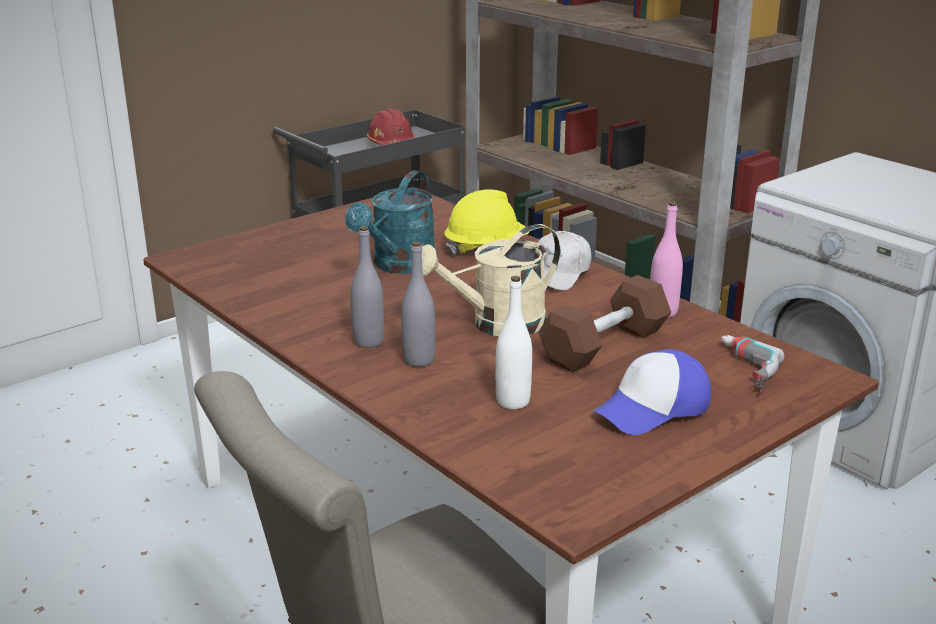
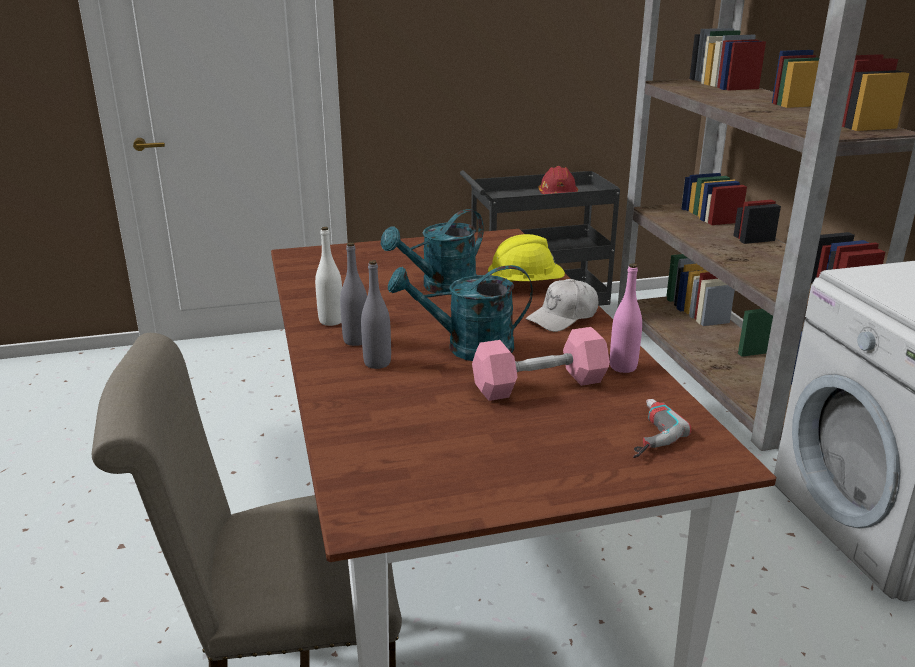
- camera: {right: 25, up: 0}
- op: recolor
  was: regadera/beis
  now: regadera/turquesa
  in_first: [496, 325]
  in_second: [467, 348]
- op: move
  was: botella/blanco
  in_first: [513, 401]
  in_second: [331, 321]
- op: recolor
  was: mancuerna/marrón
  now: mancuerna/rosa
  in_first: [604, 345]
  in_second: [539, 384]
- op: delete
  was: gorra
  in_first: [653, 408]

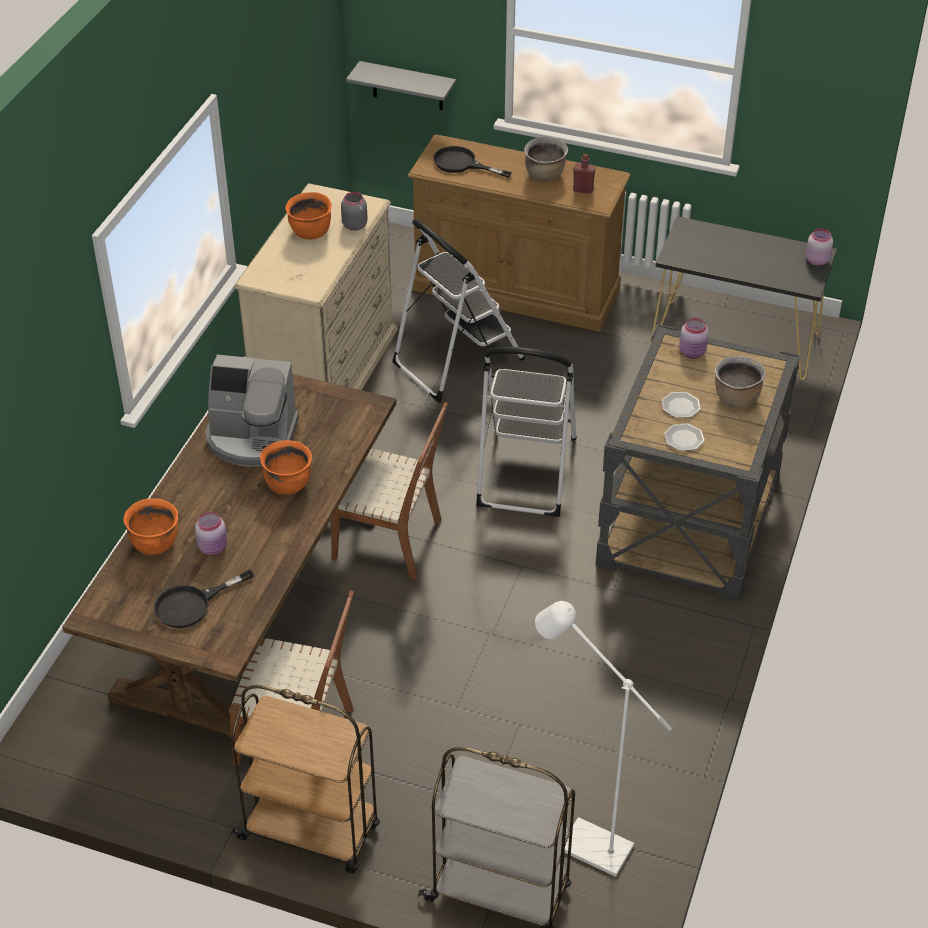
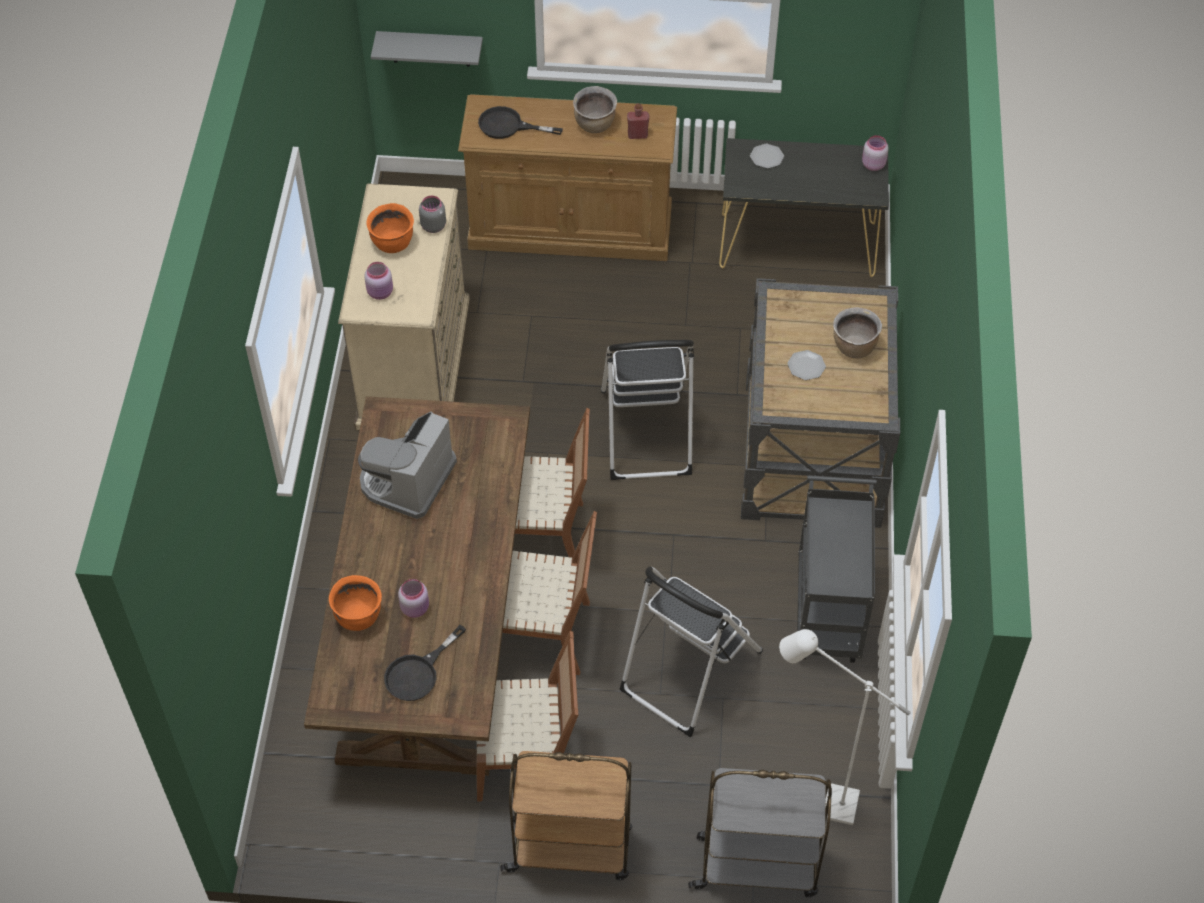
- camera: {right: -15, up: 10}
- op: rotate
  was: cafetera
  in_first: [252, 437]
  in_second: [407, 480]
  clockwise: 120
- op: delete
  was: olla/naranja
  in_first: [288, 484]
- op: move
  was: escalera de tijera
  in_first: [454, 361]
  in_second: [687, 672]
- op: move
  was: plato
  in_first: [684, 438]
  in_second: [767, 157]
- op: move
  was: tarro/rosa
  in_first: [693, 353]
  in_second: [381, 292]
- op: insert
  now: silla
  in_second: [546, 635]
- op: insert
  now: carrito/gris
  in_second: [827, 610]

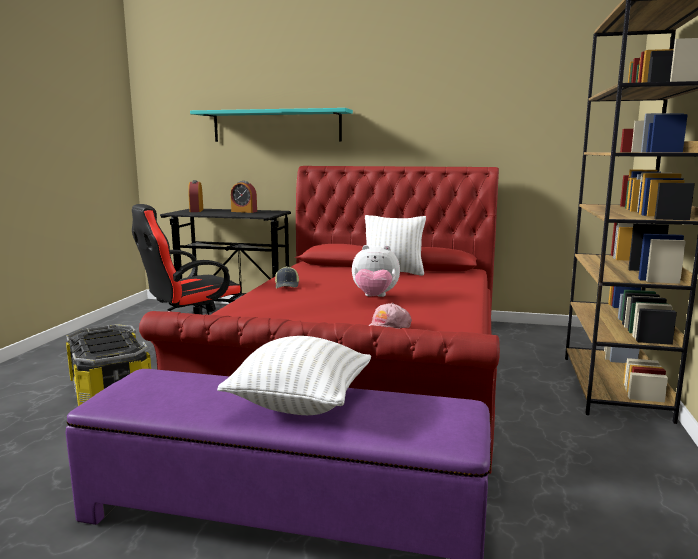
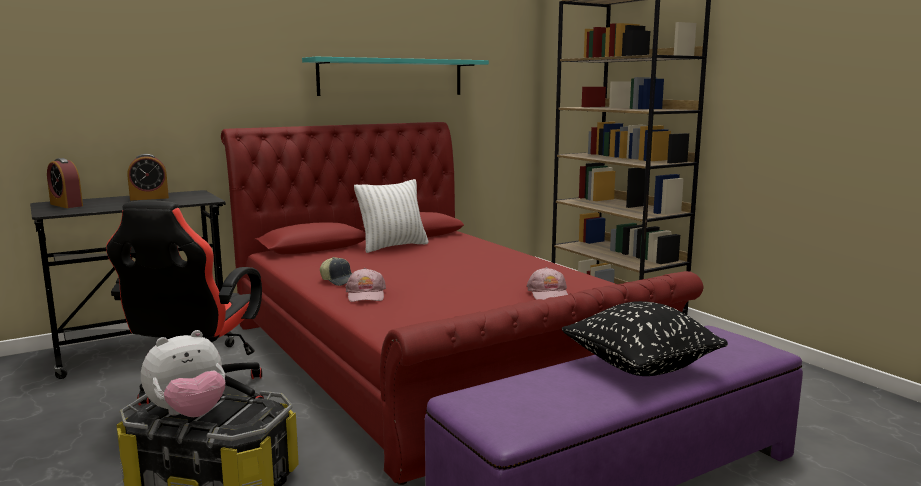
- camera: {right: -45, up: 0}
- op: move
  was: estante/turquesa
  in_first: [276, 126]
  in_second: [392, 77]
- op: recolor
  was: cojín/blanco
  now: cojín/negro
  in_first: [300, 403]
  in_second: [640, 367]
- op: move
  was: peluche
  in_first: [374, 297]
  in_second: [189, 414]
- op: insert
  now: gorra/rosa
  in_second: [366, 295]

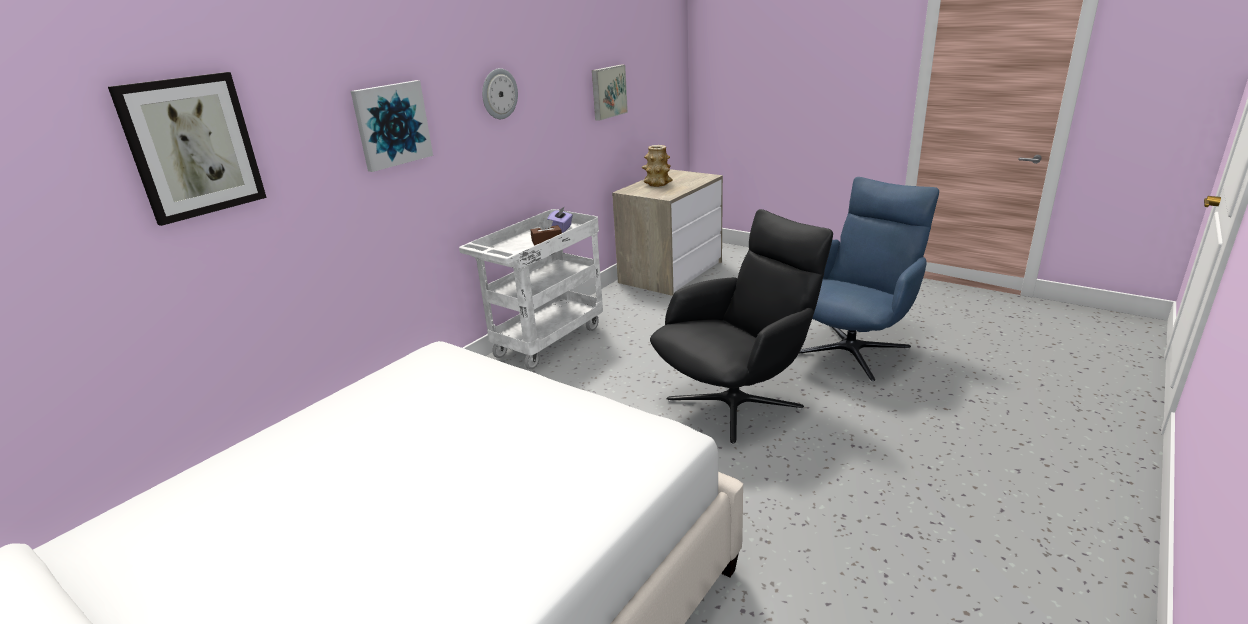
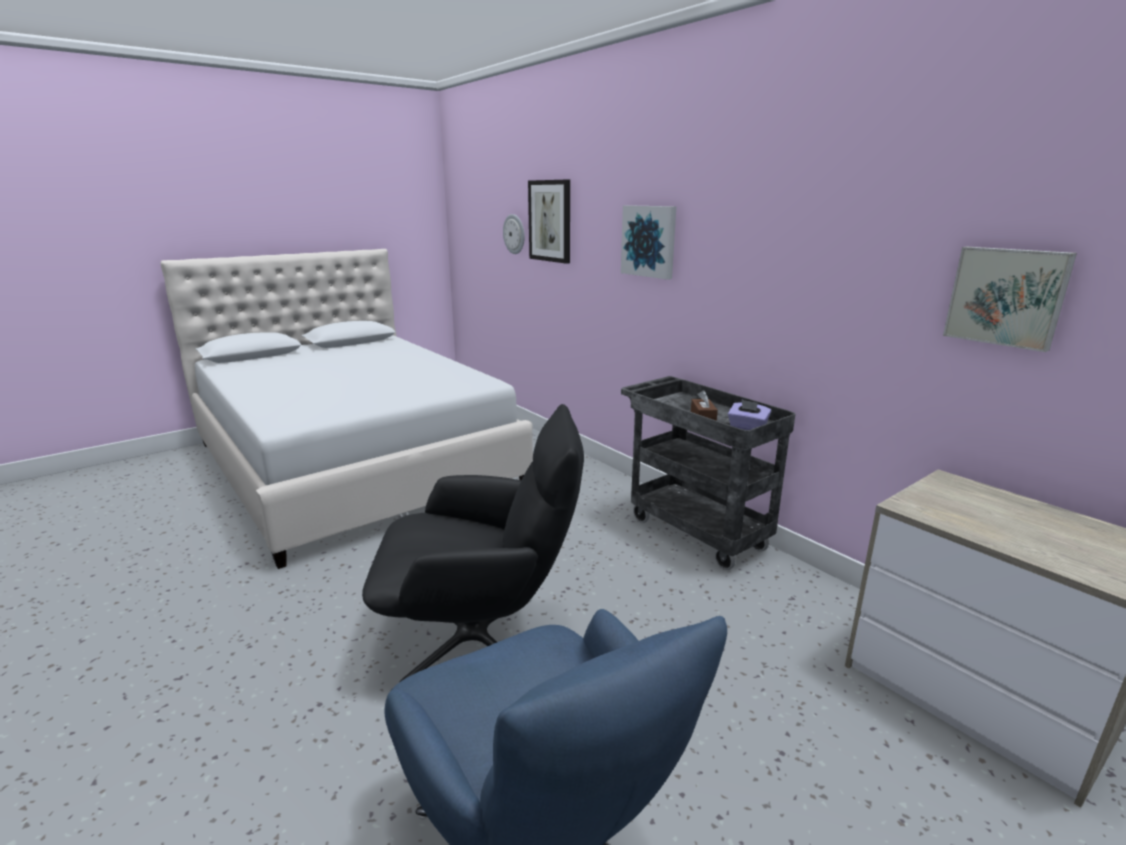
- camera: {right: 105, up: -5}
- op: recolor
  was: carrito/blanco
  now: carrito/negro
  in_first: [545, 344]
  in_second: [692, 533]
- op: move
  was: reloj de pared
  in_first: [499, 94]
  in_second: [514, 234]
- op: delete
  was: florero
  in_first: [657, 184]
- op: rotate
  was: sillón/negro
  in_first: [737, 403]
  in_second: [478, 638]
  clockwise: -75

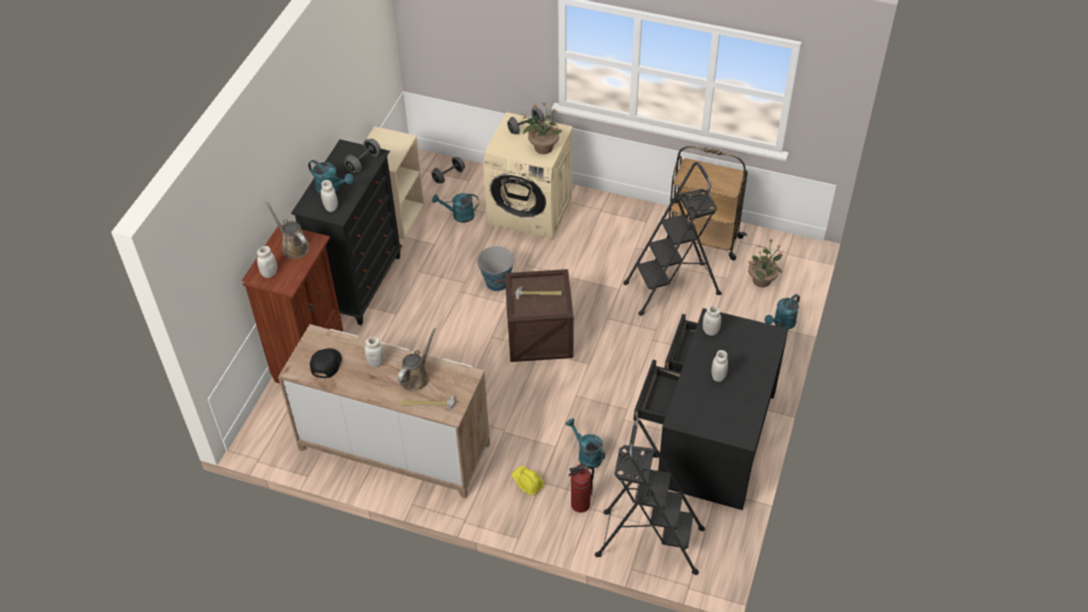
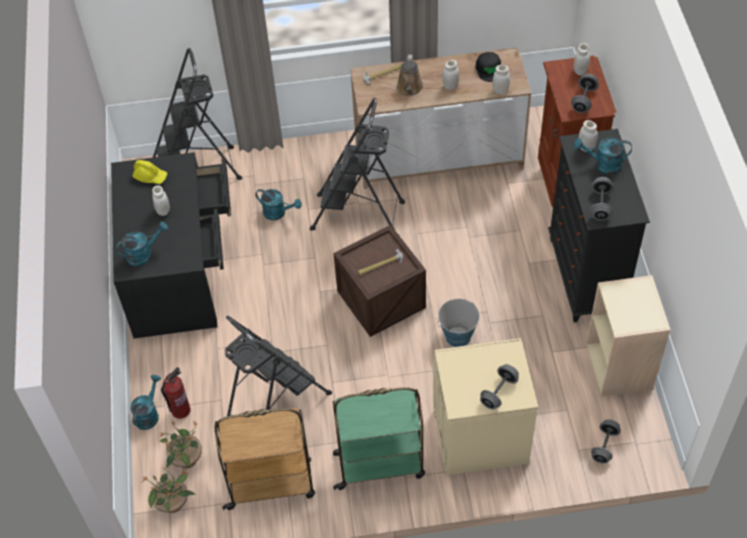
- camera: {right: 155, up: 5}
- op: replace
  was: regadera/marrón
  now: mancuerna/gris
  in_first: [293, 246]
  in_second: [583, 100]
- op: move
  was: regadera/turquesa
  in_first: [459, 215]
  in_second: [144, 254]
- op: move
  was: casco/amarillo
  in_first: [527, 482]
  in_second: [150, 176]
- op: move
  was: planta en maceta
  in_first: [543, 147]
  in_second: [173, 503]
- op: move
  was: extintor
  in_first: [580, 505]
  in_second: [180, 410]
- op: move
  was: tarro/blanco
  in_first: [710, 331]
  in_second: [500, 90]
- op: insert
  now: escalera de tijera
  in_second: [359, 215]
- op: insert
  now: carrito/verde
  in_second: [380, 466]

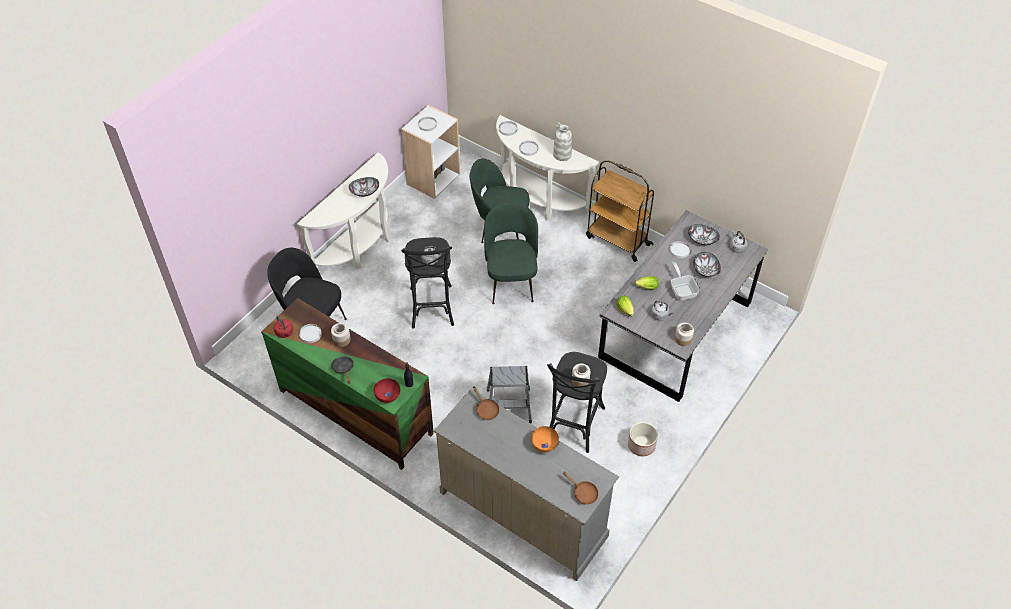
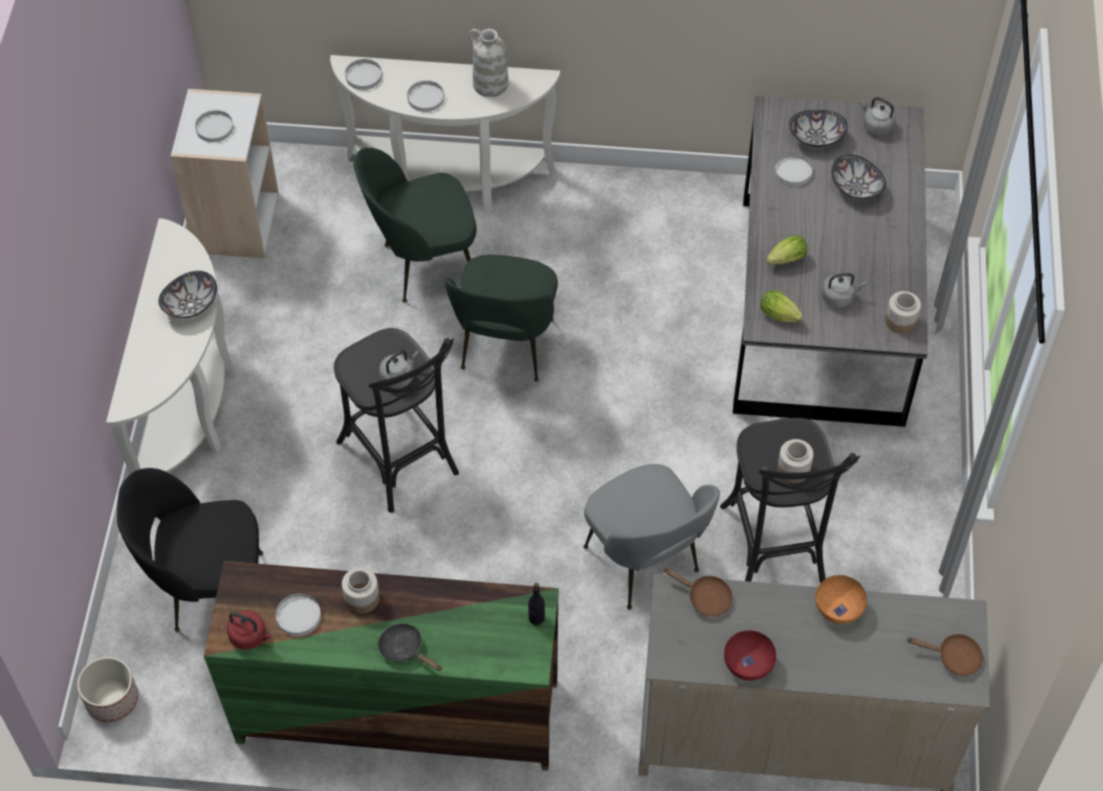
- camera: {right: -30, up: 5}
- op: move
  was: cuenco/rojo
  in_first: [387, 395]
  in_second: [747, 664]
- op: rotate
  was: silla/verde
  in_first: [511, 283]
  in_second: [505, 352]
  clockwise: -135
- op: replace
  was: escalera de tijera/gris
  now: silla/gris
  in_first: [508, 405]
  in_second: [646, 567]
- op: delete
  was: carrito/marrón
  in_first: [617, 240]
- op: move
  was: maceta
  in_first: [641, 445]
  in_second: [111, 699]
- op: delete
  was: sartén
  in_first: [682, 290]

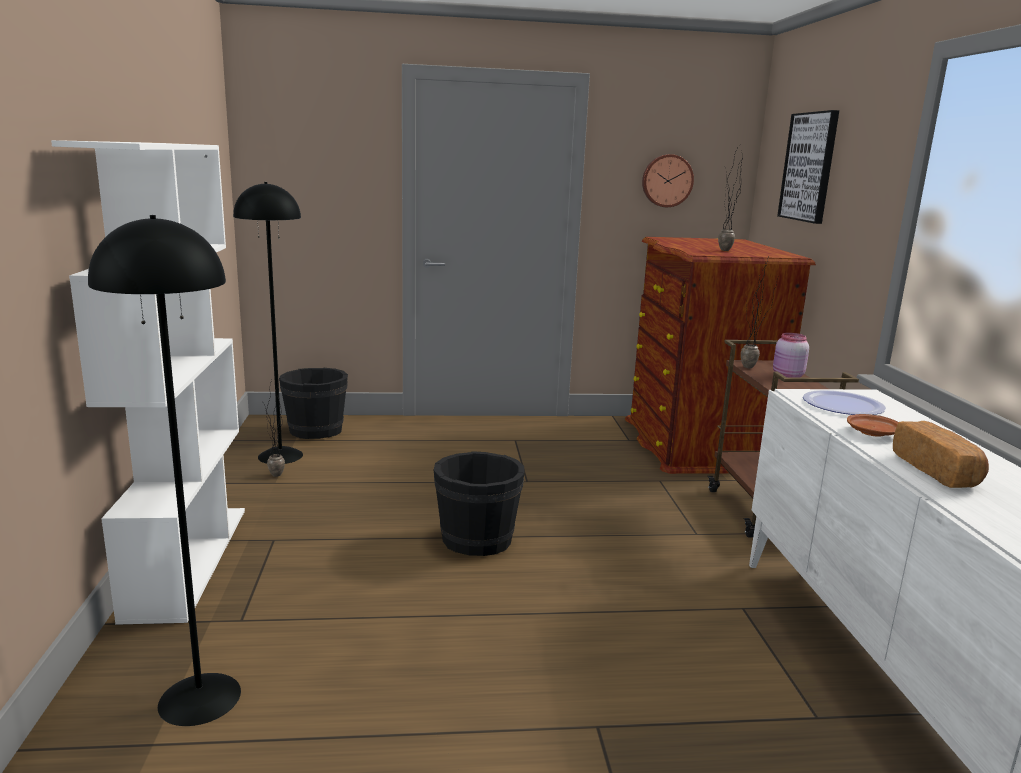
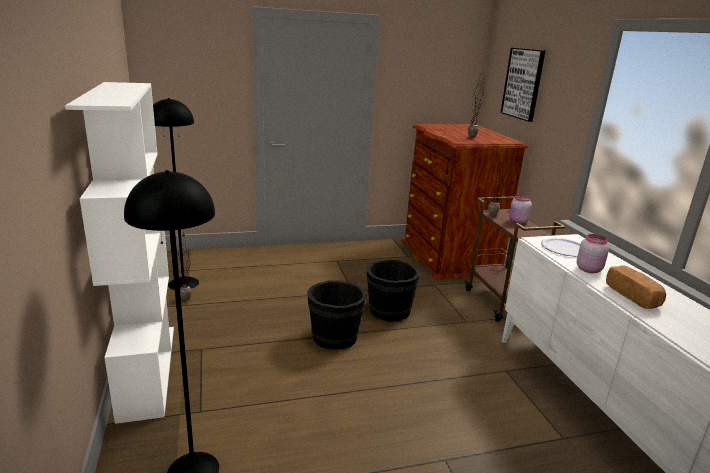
- camera: {right: -10, up: 5}
- op: move
  was: cubo/negro
  in_first: [316, 431]
  in_second: [389, 311]
- op: delete
  was: reloj de pared
  in_first: [667, 180]
- op: replace
  was: plato/marrón
  now: tarro/rosa
  in_first: [872, 433]
  in_second: [589, 269]

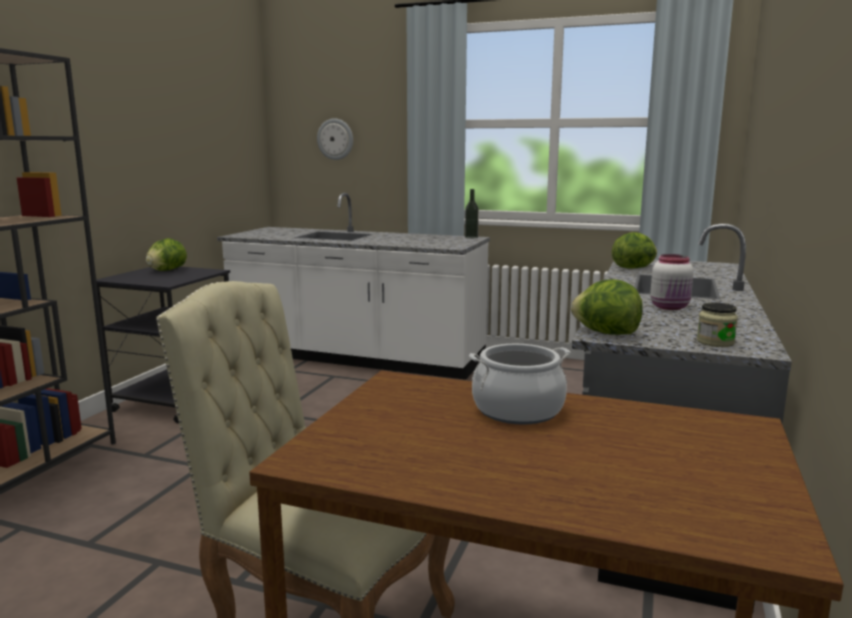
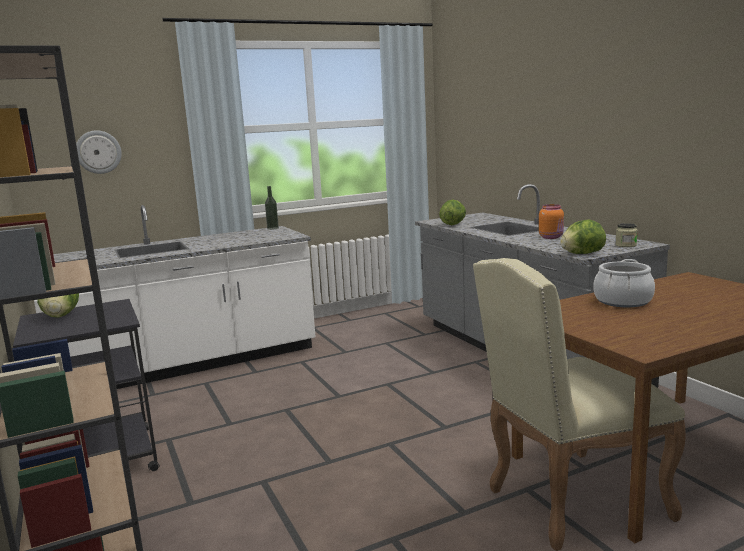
- camera: {right: -45, up: 0}
- op: recolor
  was: tarro/blanco
  now: tarro/naranja
  in_first: [670, 307]
  in_second: [551, 237]

